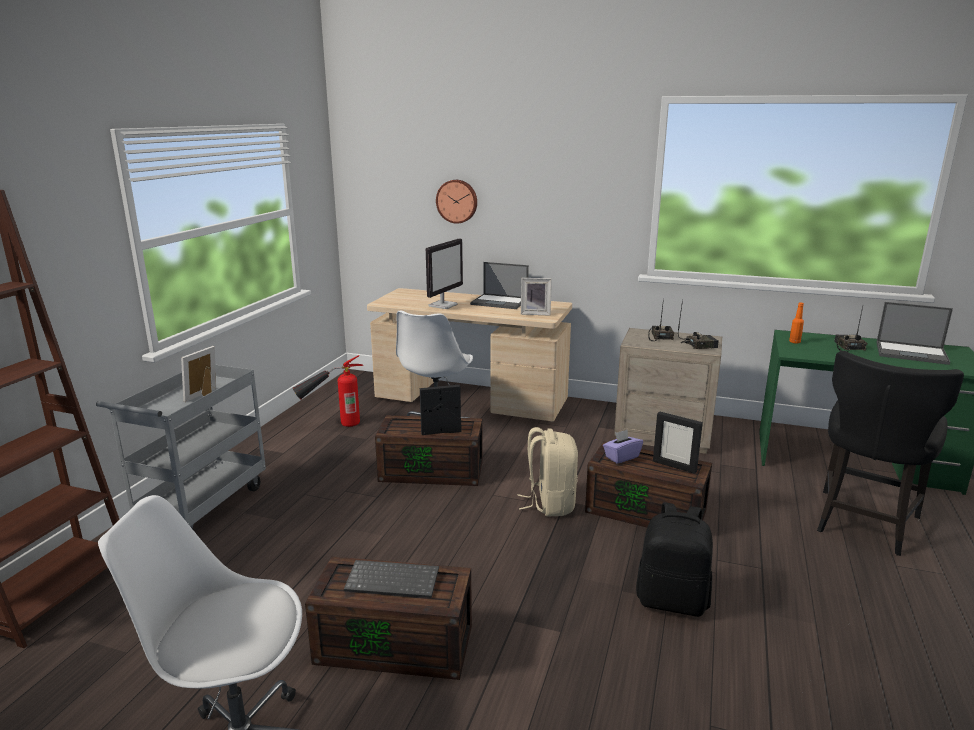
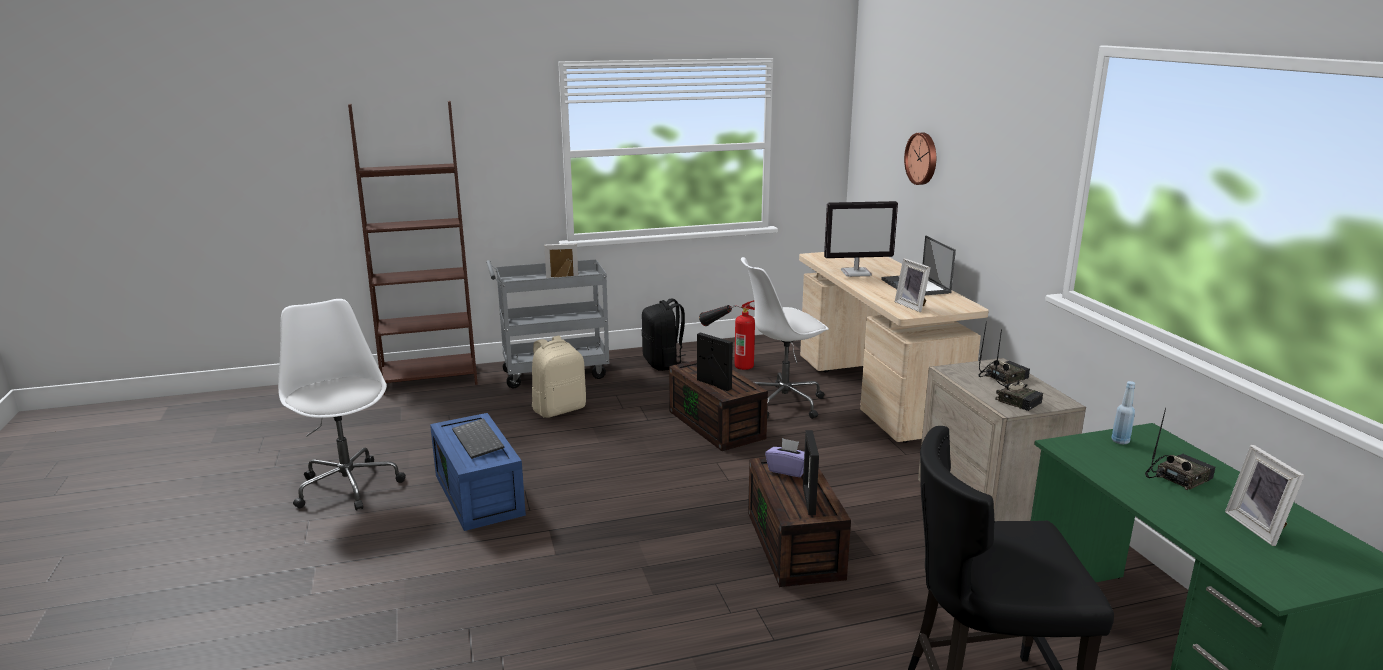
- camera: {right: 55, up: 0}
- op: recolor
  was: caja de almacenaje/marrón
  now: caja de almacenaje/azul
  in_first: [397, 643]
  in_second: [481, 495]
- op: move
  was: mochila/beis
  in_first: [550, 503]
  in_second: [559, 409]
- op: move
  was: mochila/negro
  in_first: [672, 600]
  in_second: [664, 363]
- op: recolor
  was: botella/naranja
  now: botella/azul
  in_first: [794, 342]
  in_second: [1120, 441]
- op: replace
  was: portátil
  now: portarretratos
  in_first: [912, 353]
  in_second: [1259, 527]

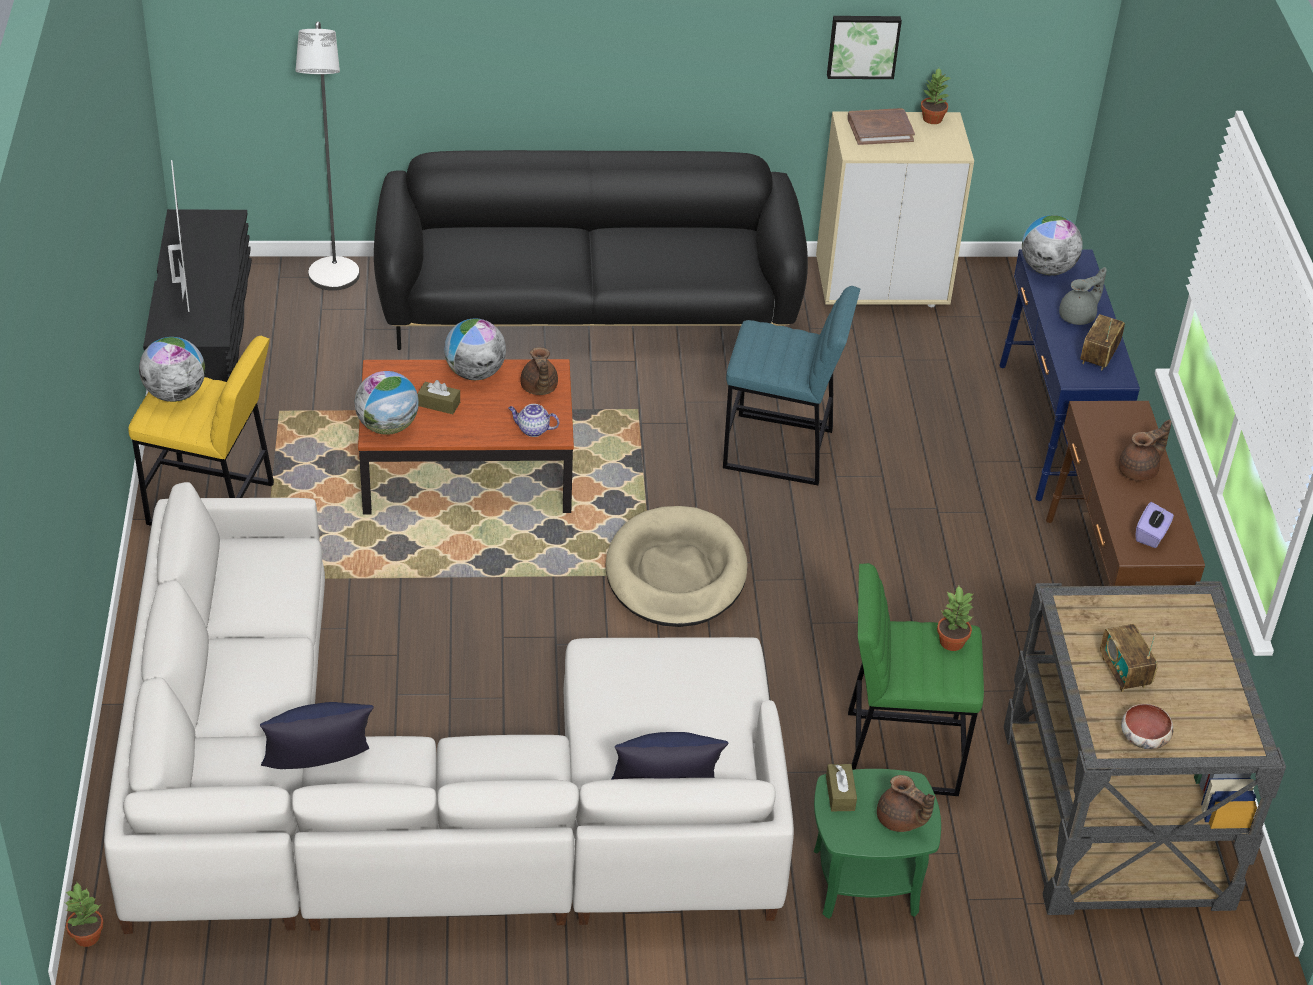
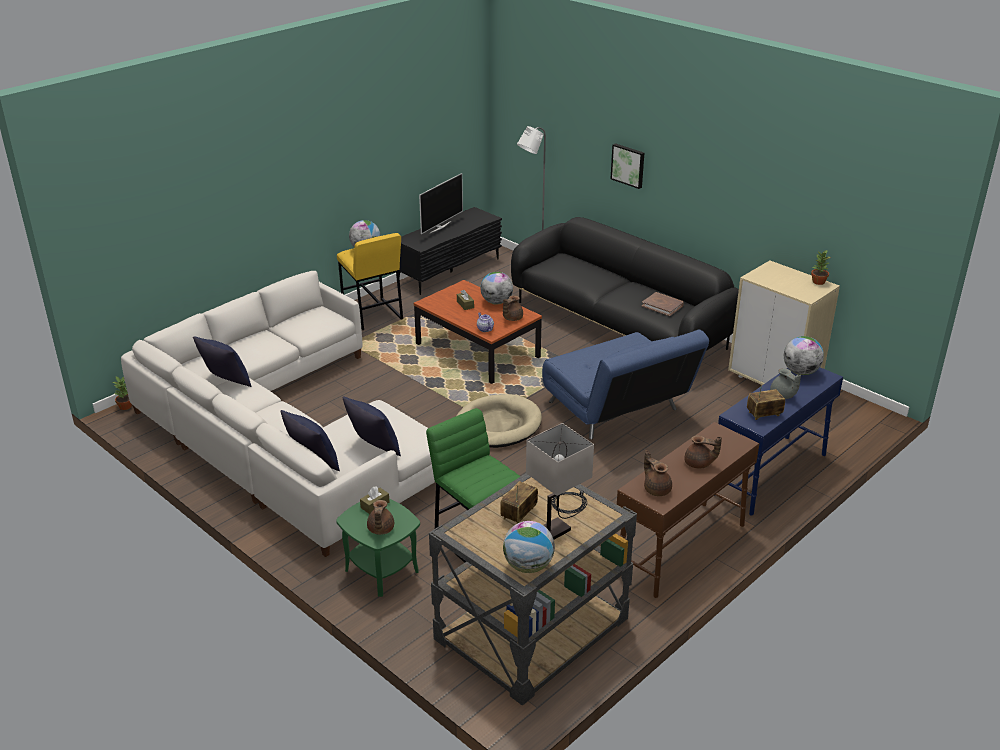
- camera: {right: 50, up: -10}
- op: move
  was: globo terráqueo
  in_first: [387, 427]
  in_second: [528, 566]
- op: replace
  was: taburete/azul
  now: sillón/azul
  in_first: [781, 449]
  in_second: [619, 411]
- op: move
  was: cuadro
  in_first: [863, 45]
  in_second: [628, 165]
- op: move
  was: libro/marrón
  in_first: [880, 129]
  in_second: [662, 306]
- op: delete
  was: planta en maceta
  in_first: [952, 642]
- op: rotate
  was: tetera/gris
  in_first: [1078, 316]
  in_second: [782, 395]
  clockwise: 45
- op: delete
  was: cuenco
  in_first: [1144, 739]
- op: replace
  was: caja de pañuelos/morado
  now: tetera/marrón
  in_first: [1151, 535]
  in_second: [656, 489]
- op: insert
  now: cojín/azul
  in_second: [373, 449]
- op: insert
  now: lámpara de mesa
  in_second: [562, 519]

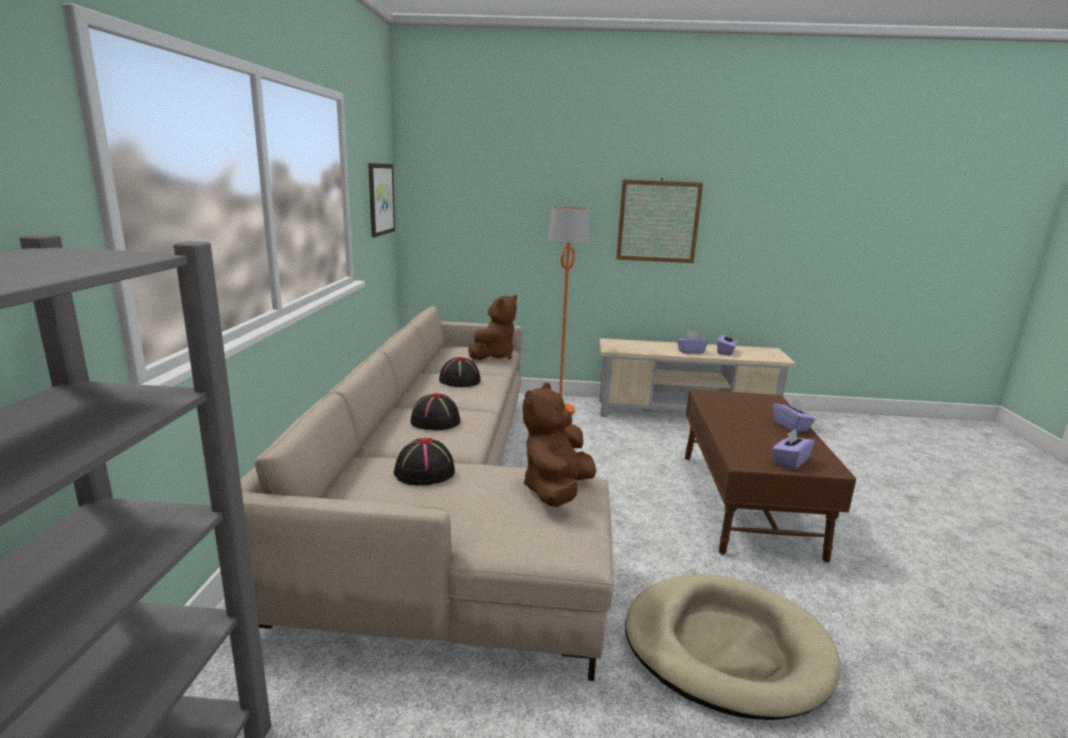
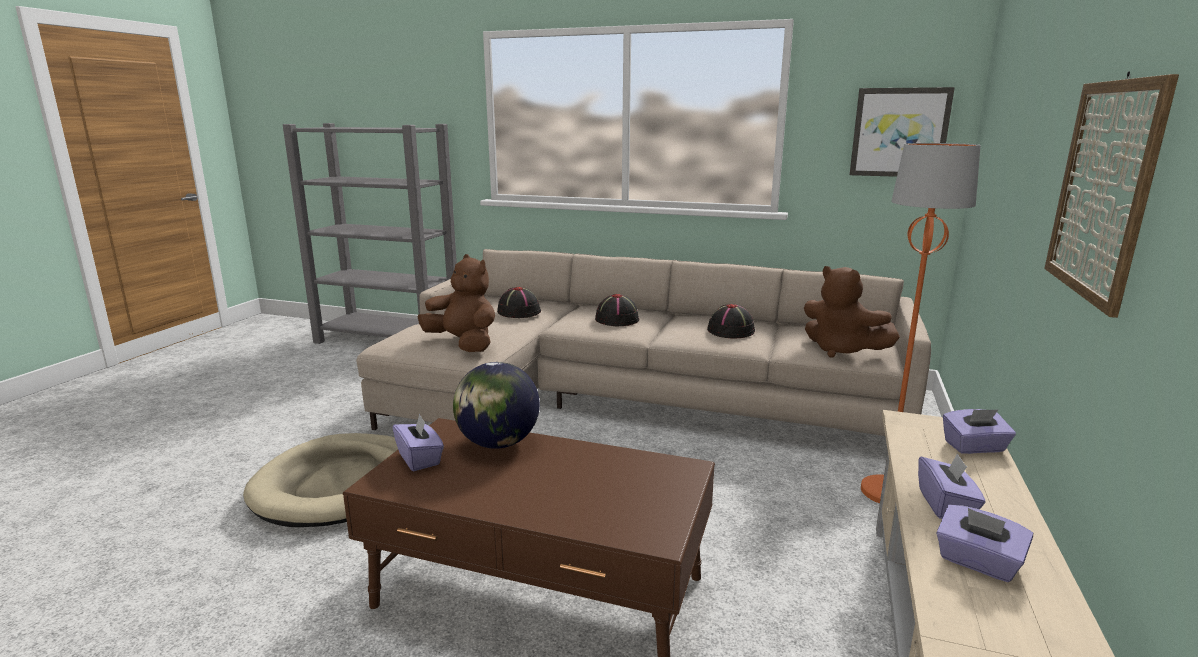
- camera: {right: 105, up: 0}
- op: move
  was: caja de pañuelos/morado
  in_first: [791, 426]
  in_second: [974, 447]
- op: insert
  now: globo terráqueo
  in_second: [498, 443]

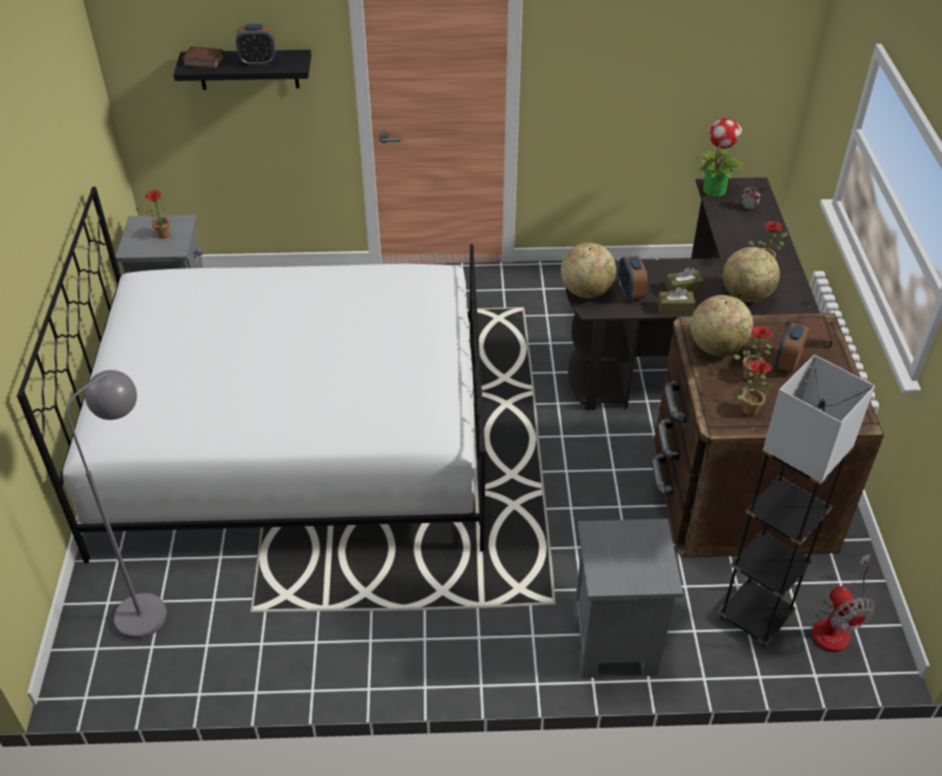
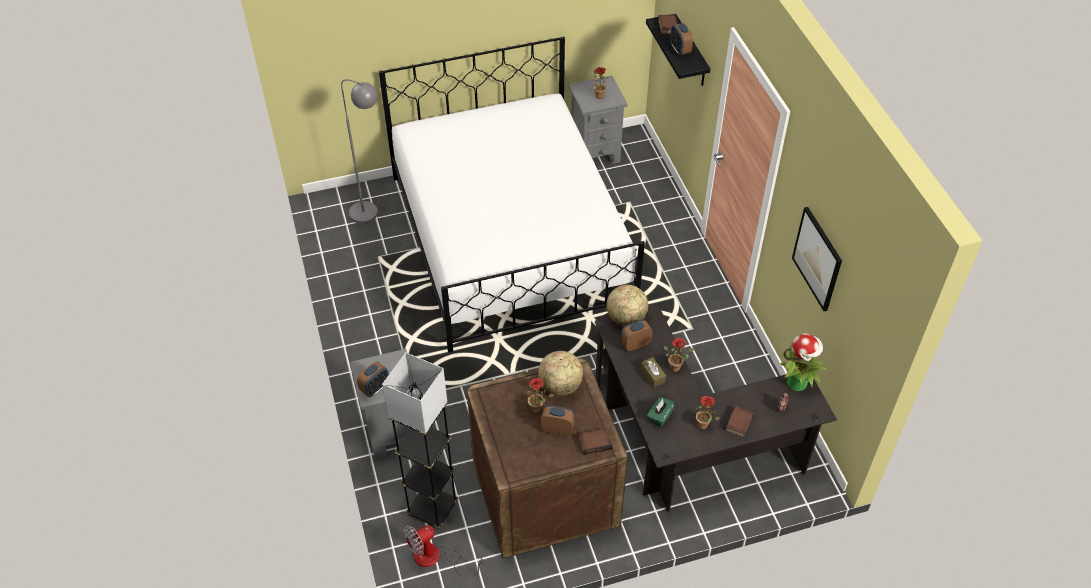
- camera: {right: 75, up: 5}
- op: delete
  was: caja de pañuelos/marrón
  in_first: [675, 308]
- op: replace
  was: globo terráqueo
  now: caja de pañuelos/verde
  in_first: [746, 296]
  in_second: [660, 416]
- op: move
  was: planta en maceta
  in_first: [748, 408]
  in_second: [676, 366]
- op: insert
  now: despertador
  in_second: [375, 388]
- op: insert
  now: libro
  in_second: [739, 424]
- op: insert
  now: cuadro
  in_second: [817, 258]

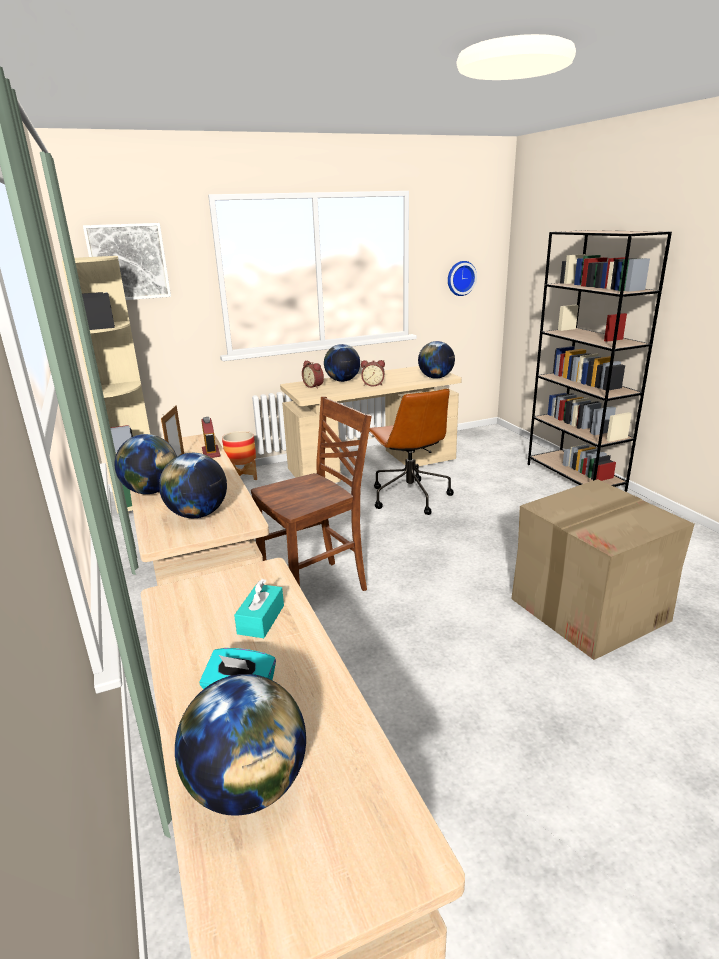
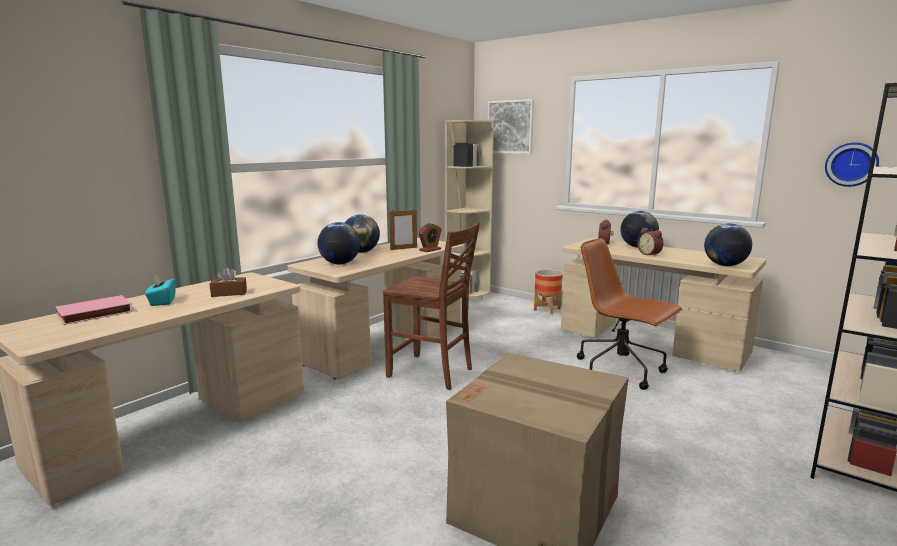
- camera: {right: 60, up: -10}
- op: replace
  was: globo terráqueo
  now: libro/rosa
  in_first: [248, 787]
  in_second: [95, 314]
- op: recolor
  was: caja de pañuelos/turquesa
  now: caja de pañuelos/marrón
  in_first: [261, 619]
  in_second: [229, 293]
- op: rotate
  was: silla de oficina/marrón
  in_first: [409, 496]
  in_second: [621, 370]
  clockwise: 90

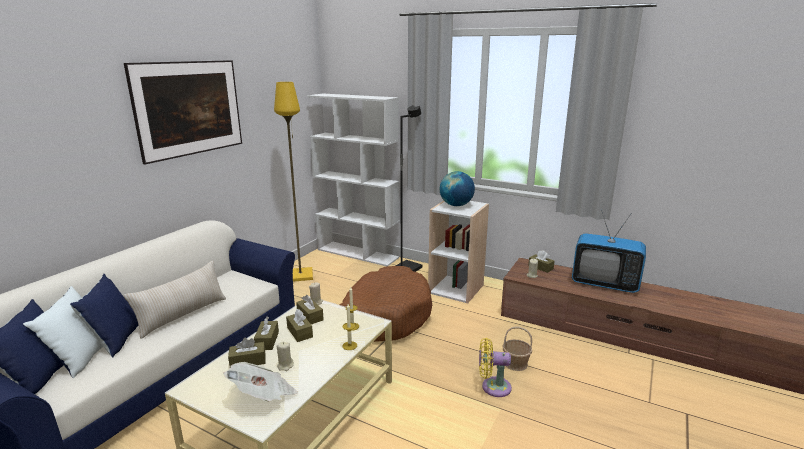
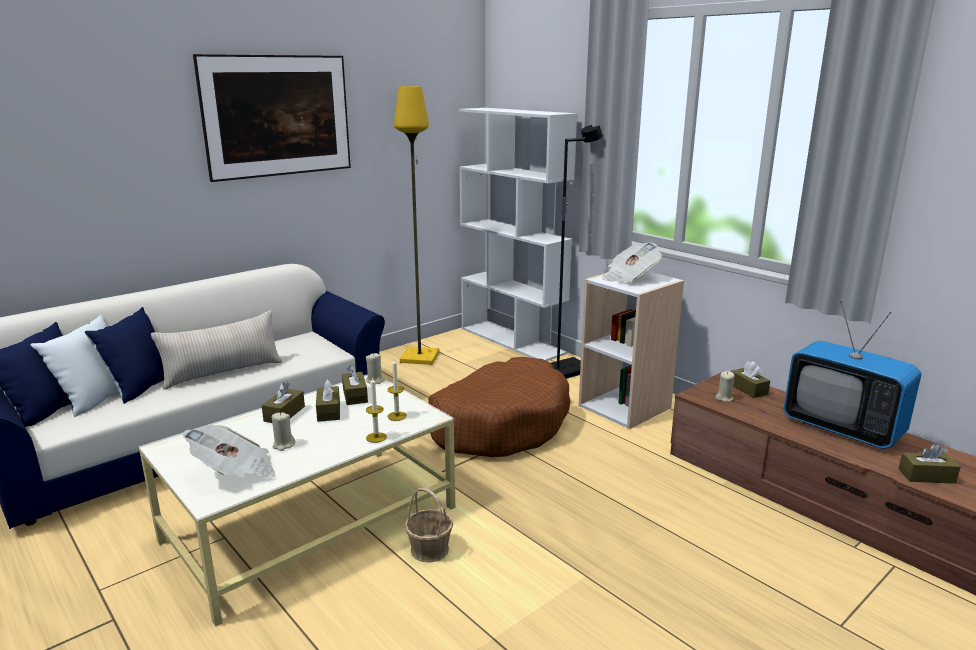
- camera: {right: 20, up: 0}
- op: move
  was: caja de pañuelos/marrón
  in_first: [248, 361]
  in_second: [926, 476]
- op: replace
  was: globo terráqueo
  now: periódico
  in_first: [456, 205]
  in_second: [629, 278]
- op: delete
  was: ventilador/amarillo
  in_first: [493, 387]
- op: move
  was: cesta
  in_first: [515, 363]
  in_second: [429, 549]

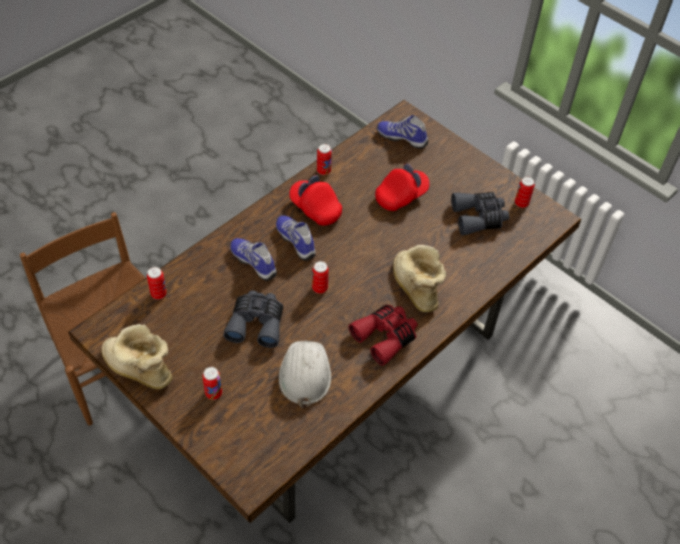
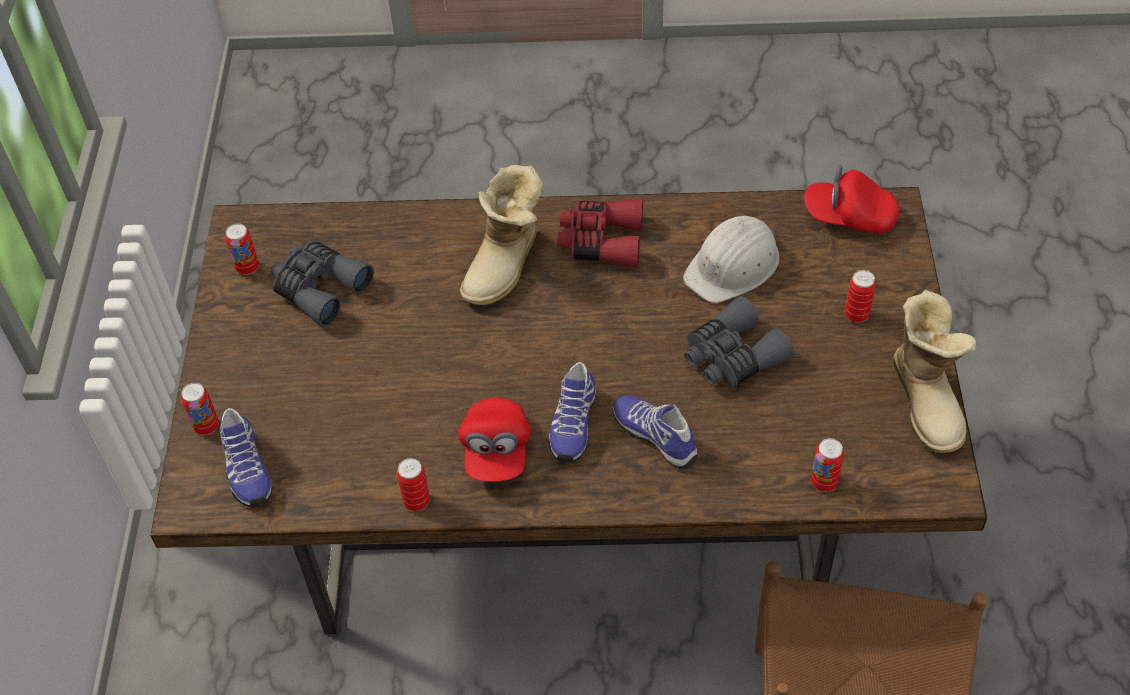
- camera: {right: -130, up: 0}
- op: rotate
  was: zapato
  in_first: [254, 262]
  in_second: [656, 435]
  clockwise: 135
- op: move
  was: lata
  in_first: [320, 288]
  in_second: [206, 426]
- op: move
  was: gorra/rojo
  in_first: [401, 196]
  in_second: [849, 217]

